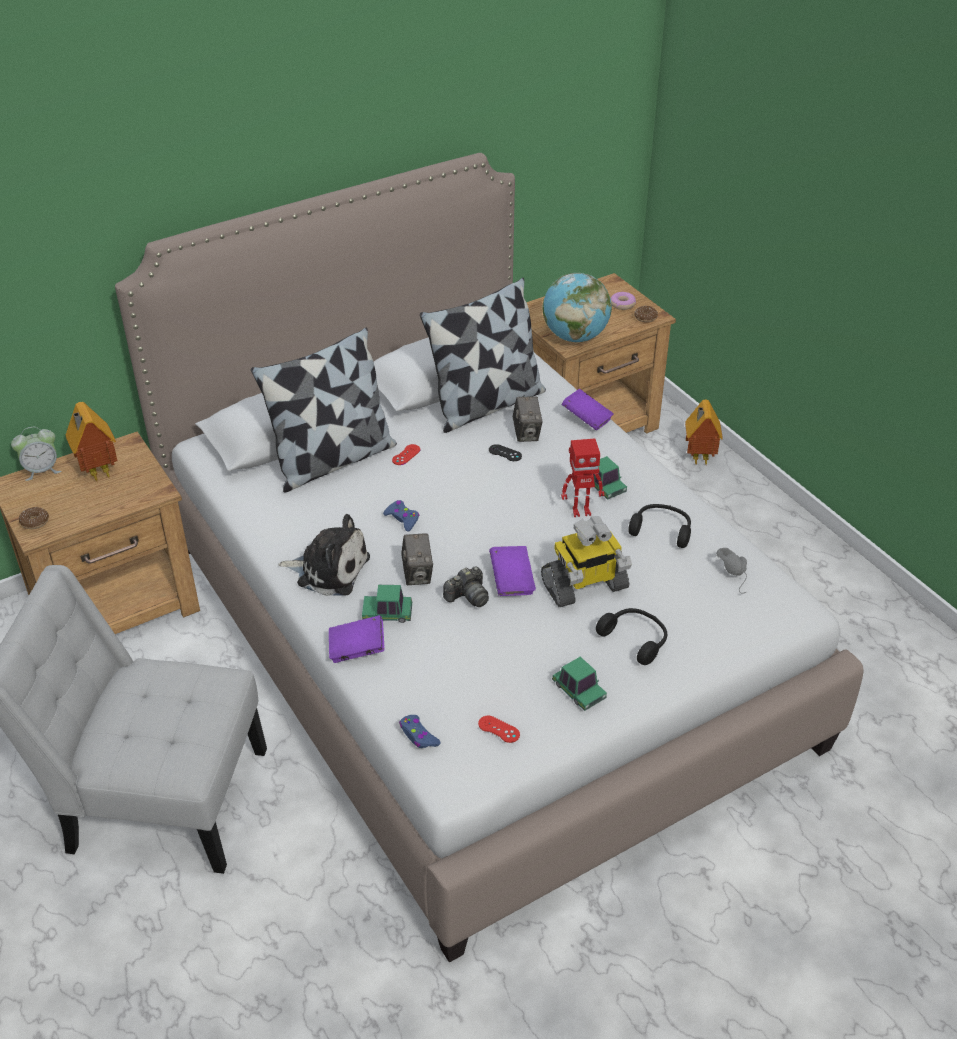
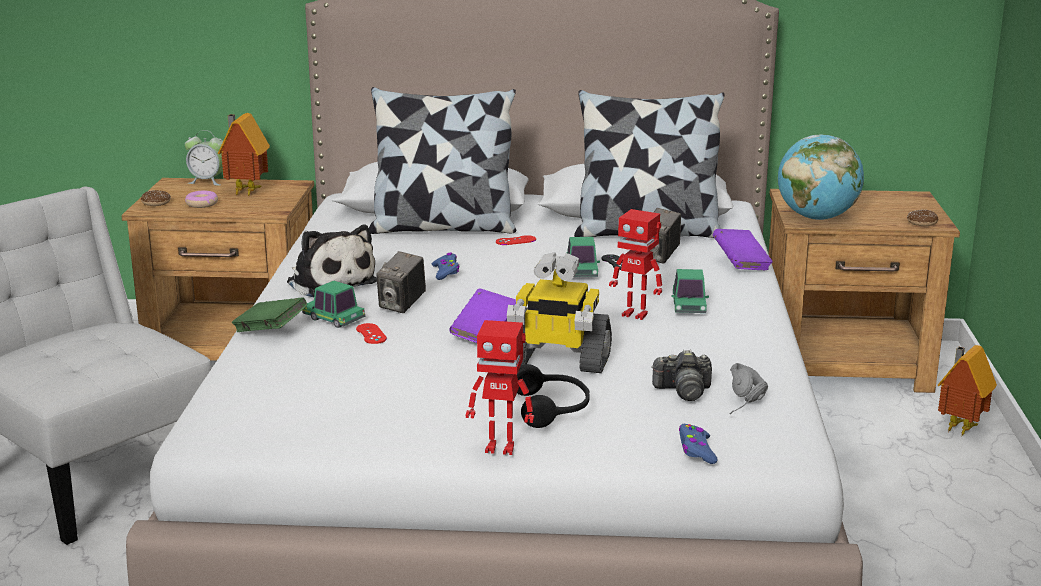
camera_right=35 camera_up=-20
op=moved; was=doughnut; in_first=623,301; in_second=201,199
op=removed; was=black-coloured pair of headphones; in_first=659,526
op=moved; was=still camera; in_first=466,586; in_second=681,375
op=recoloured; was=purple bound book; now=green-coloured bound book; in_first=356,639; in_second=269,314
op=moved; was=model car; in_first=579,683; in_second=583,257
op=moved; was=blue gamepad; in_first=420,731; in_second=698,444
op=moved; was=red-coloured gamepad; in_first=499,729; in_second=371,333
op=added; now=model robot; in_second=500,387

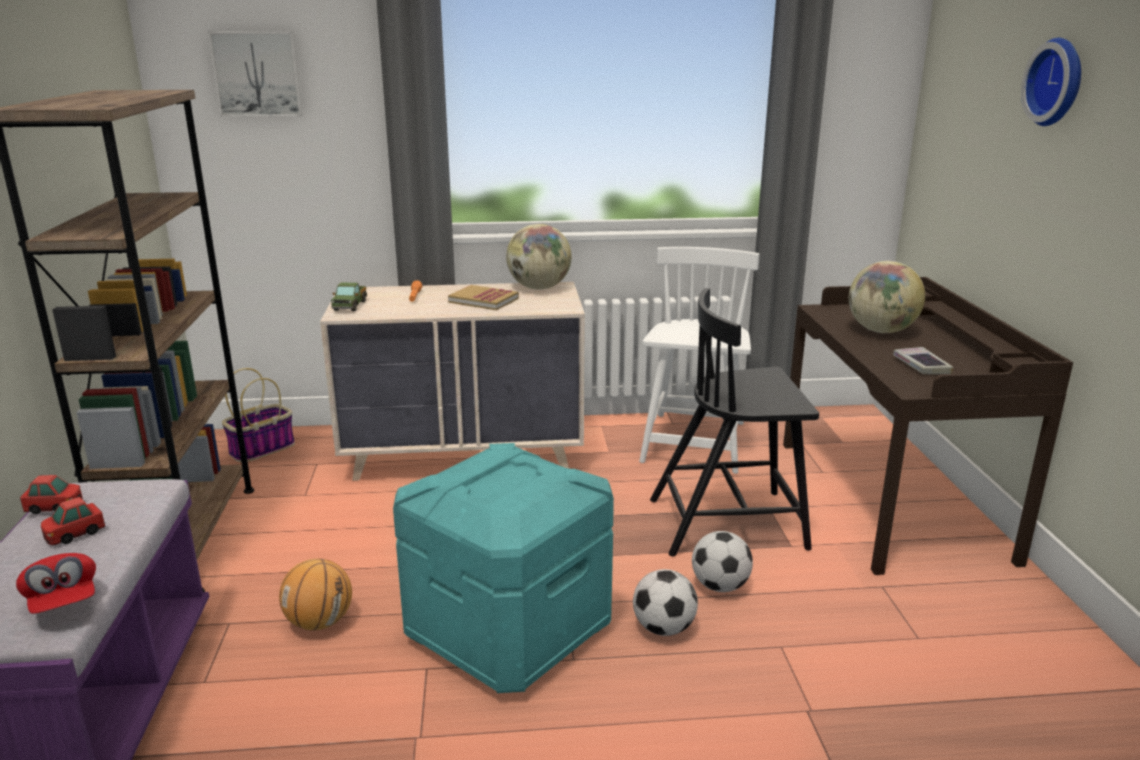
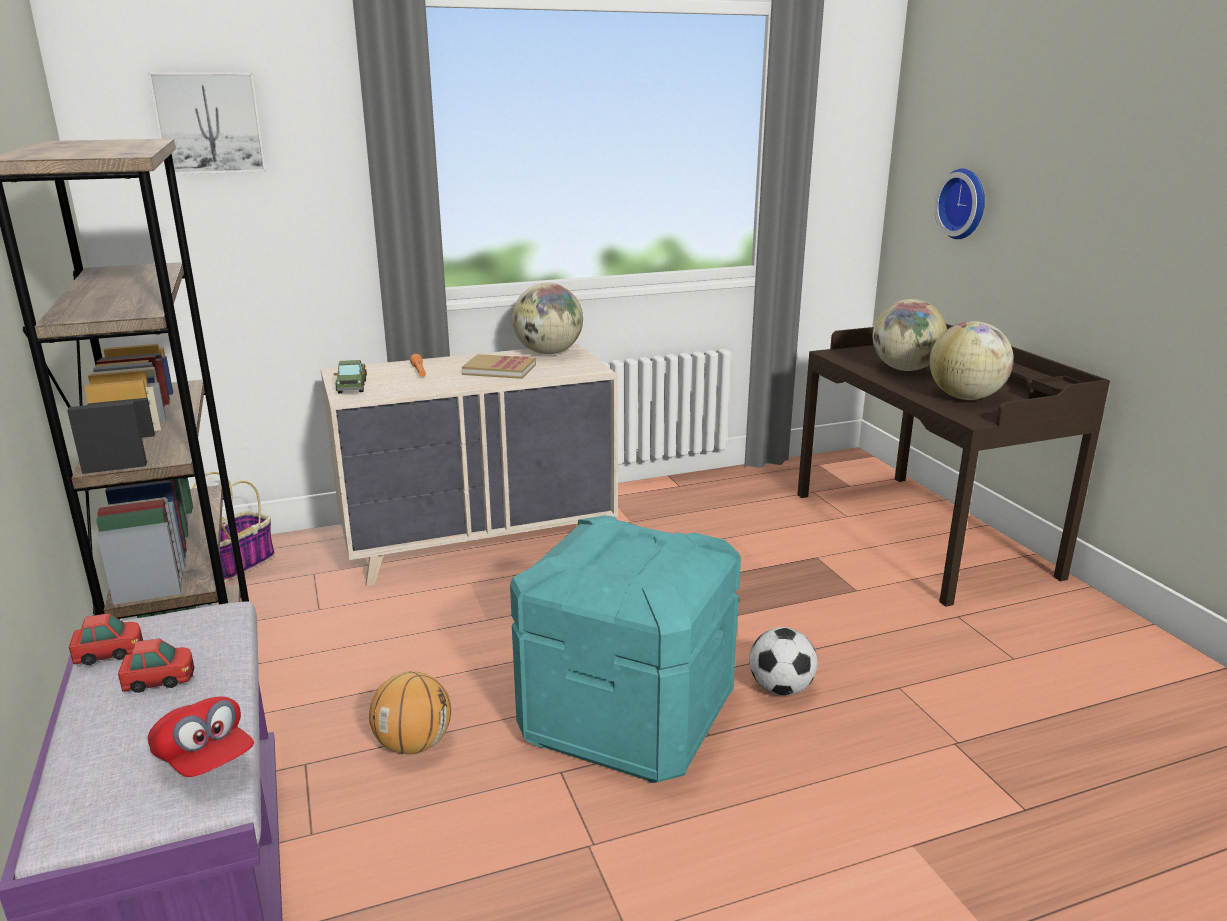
camera_right=-15 camera_up=0
op=moved; was=hanging clock; in_first=1051,82; in_second=959,203
op=removed; was=whitish plain chair; in_first=699,360
op=removed; was=black-coloured plain chair; in_first=734,422
op=replaced; was=bound book; now=world globe; in_first=923,360; in_second=972,360
op=turned; was=model car; in_first=73,521; in_second=156,666; clockwise=-135
op=removed; was=football; in_first=722,561

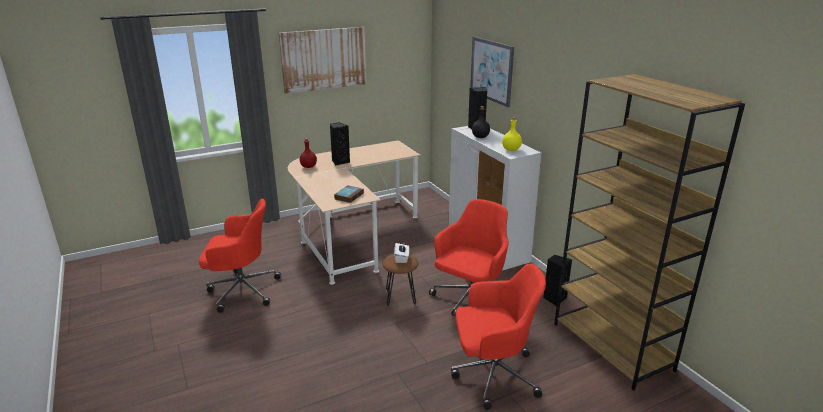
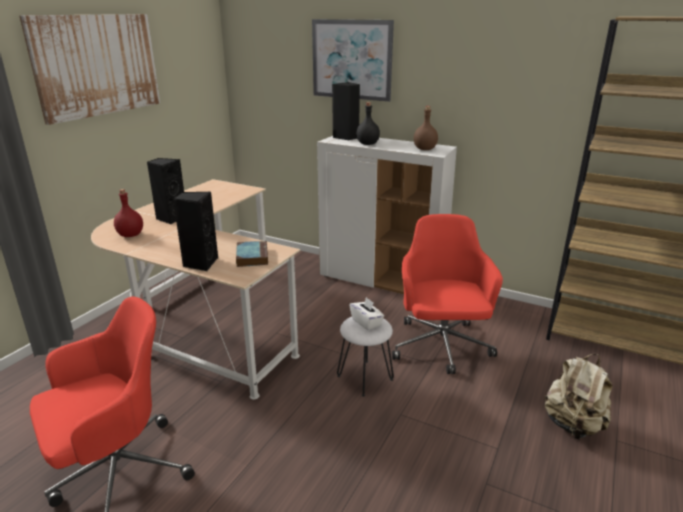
camera_right=-35 camera_up=0
op=recoloured; was=yellow-coloured drink bottle; now=brownish drink bottle; in_first=512,134; in_second=426,128
op=recoloured; was=brownish stool; now=whitish stool; in_first=400,280; in_second=365,357
op=moved; was=black-coloured speaker; in_first=557,280; in_second=195,231
op=replaced; was=red-coloured office chair; now=beige-coloured backpack; in_first=498,337; in_second=578,397

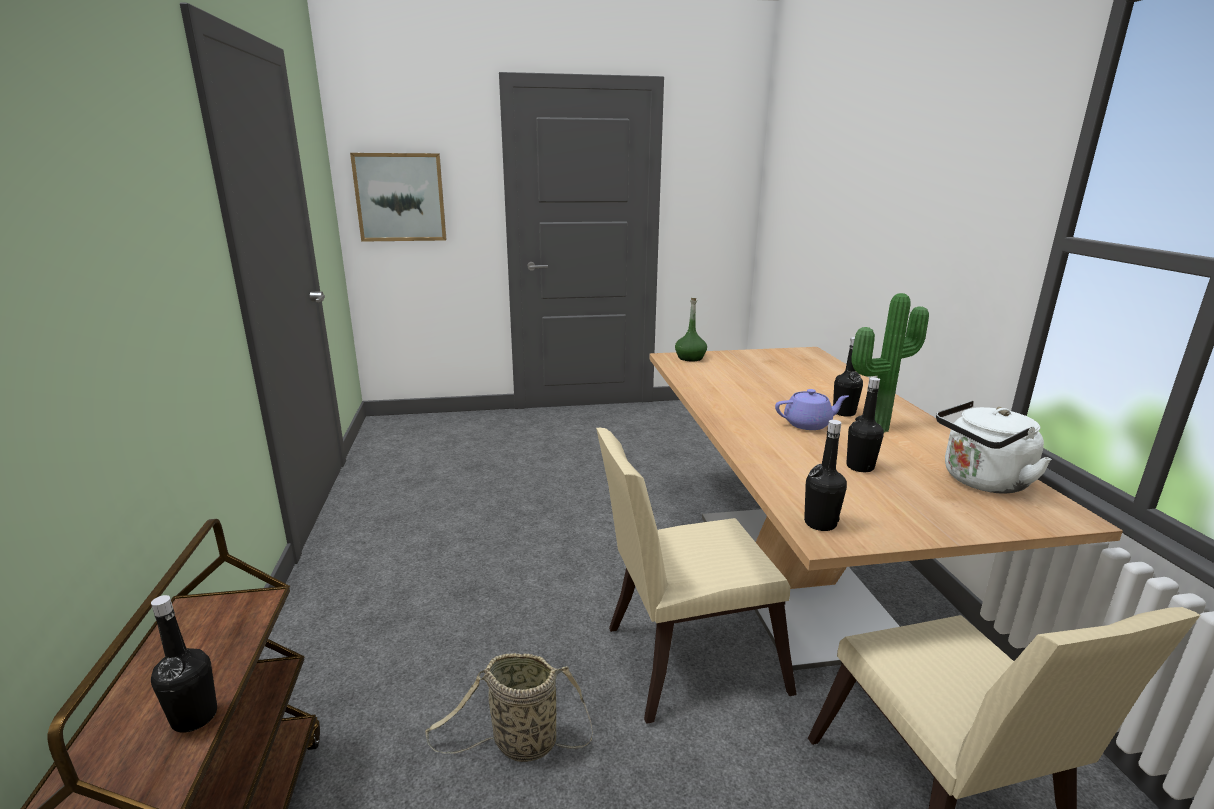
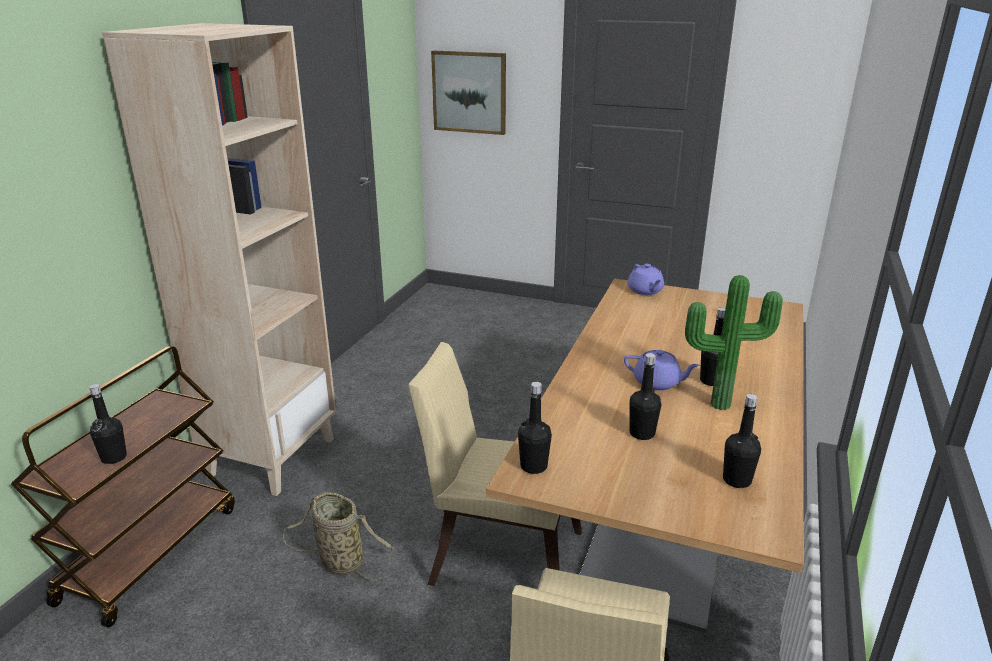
camera_right=30 camera_up=5
op=replaced; was=green-coloured drink bottle; now=purple tea pot; in_first=691,329; in_second=646,279
op=replaced; was=whitish water kettle; now=black-coloured drink bottle; in_first=994,447; in_second=742,441
op=added; now=beige-coloured bookshelf; in_second=219,259

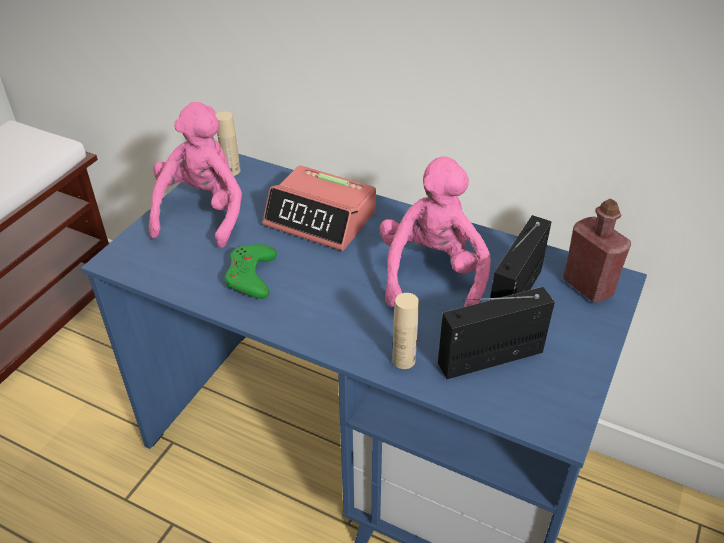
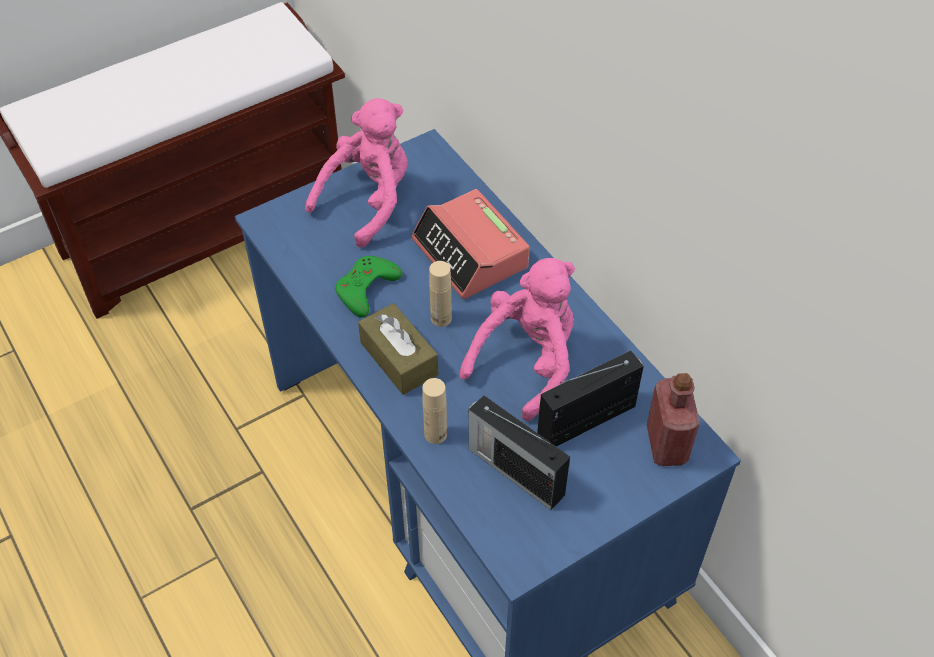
camera_right=30 camera_up=10
op=moved; was=beige-coloured drink bottle; in_first=228,143; in_second=440,294
op=turned; was=radio set; in_first=496,333; in_second=519,452; clockwise=-150
op=added; now=brownish tissue holder; in_second=398,349

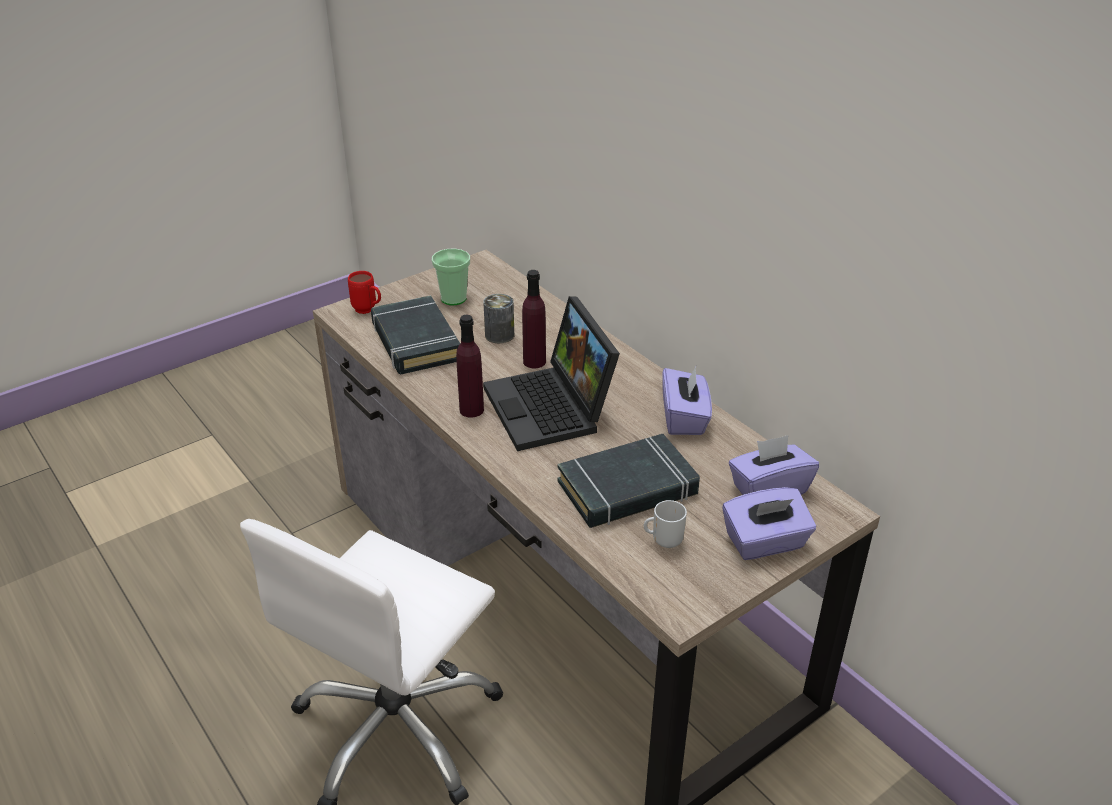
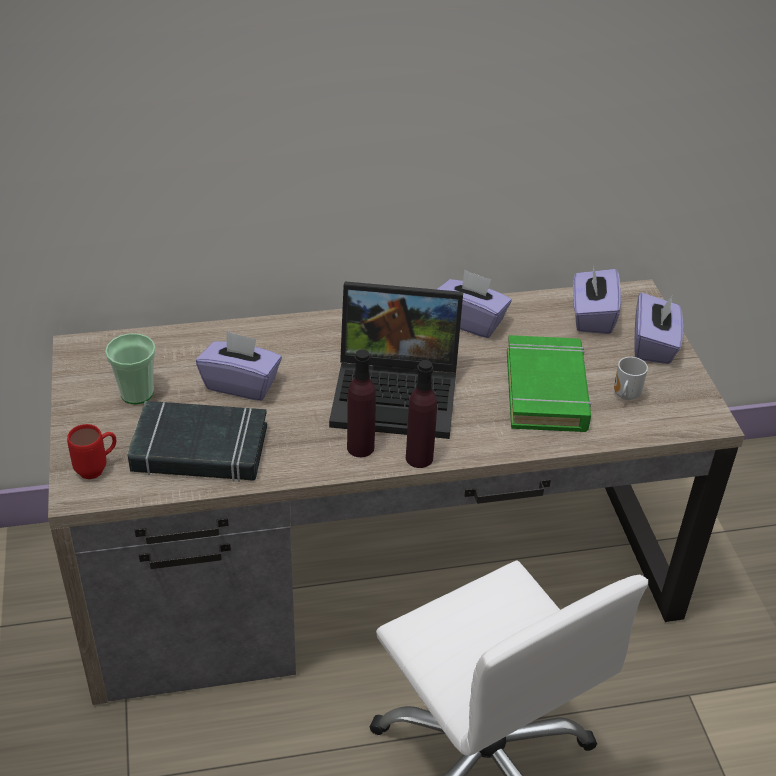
camera_right=-65 camera_up=5
op=moved; was=purple drink bottle; in_first=534,319; in_second=421,414
op=replaced; was=can; now=purple tissue holder; in_first=498,318; in_second=239,366
op=recoloured; was=black-coloured bound book; now=green-coloured bound book; in_first=629,481; in_second=549,383

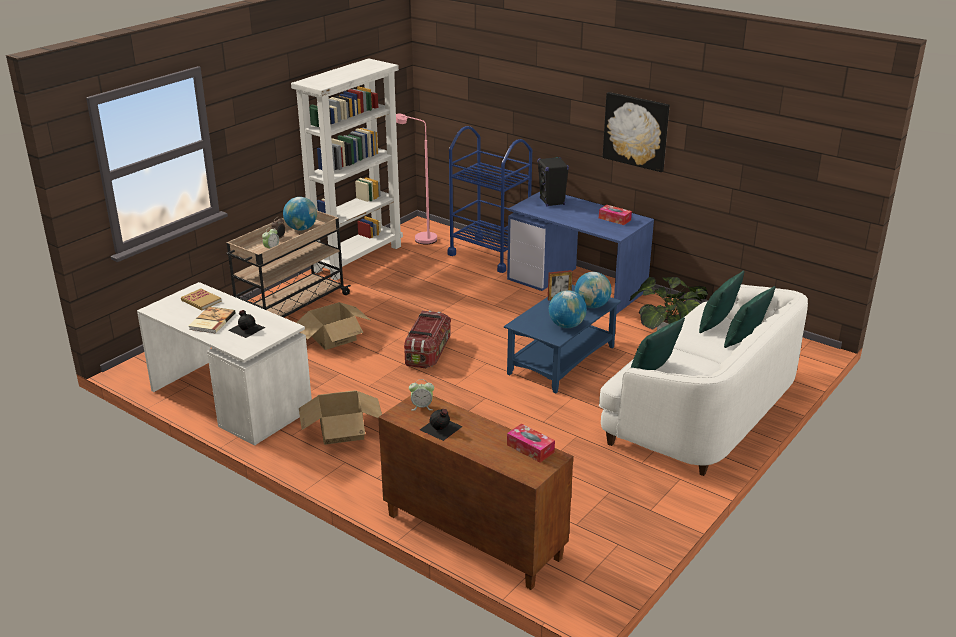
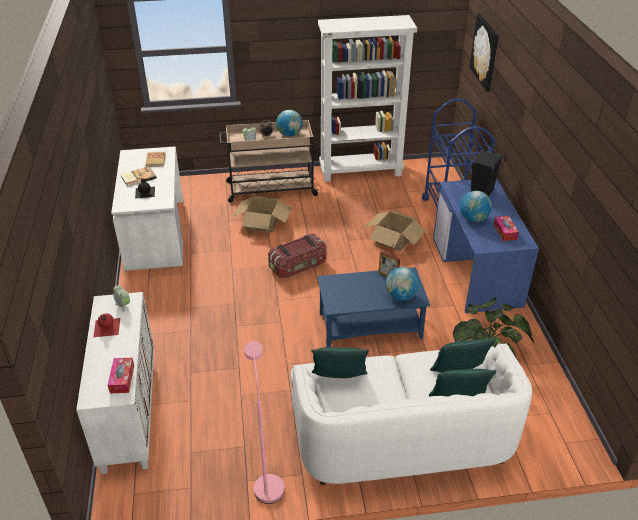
camera_right=45 camera_up=10
op=moved; was=picture; in_first=636,132; in_second=484,53
op=moved; was=pinkish standing lamp; in_first=416,179; in_second=264,422
op=moved; was=world globe; in_first=568,309; in_second=476,206
op=moved; was=packing box; in_first=340,417; in_second=395,231
op=recoloured; was=brownish storage cabinet; now=whitish storage cabinet; in_first=475,492; in_second=115,383
op=recoloured; was=black-coloured drink bottle; now=red-coloured drink bottle; in_first=441,425; in_second=106,325

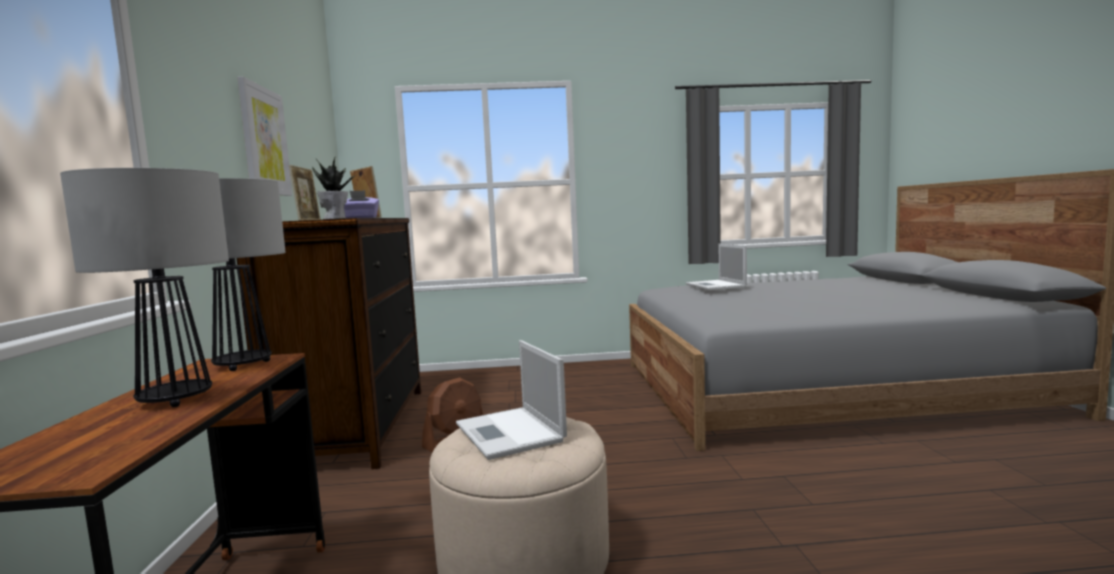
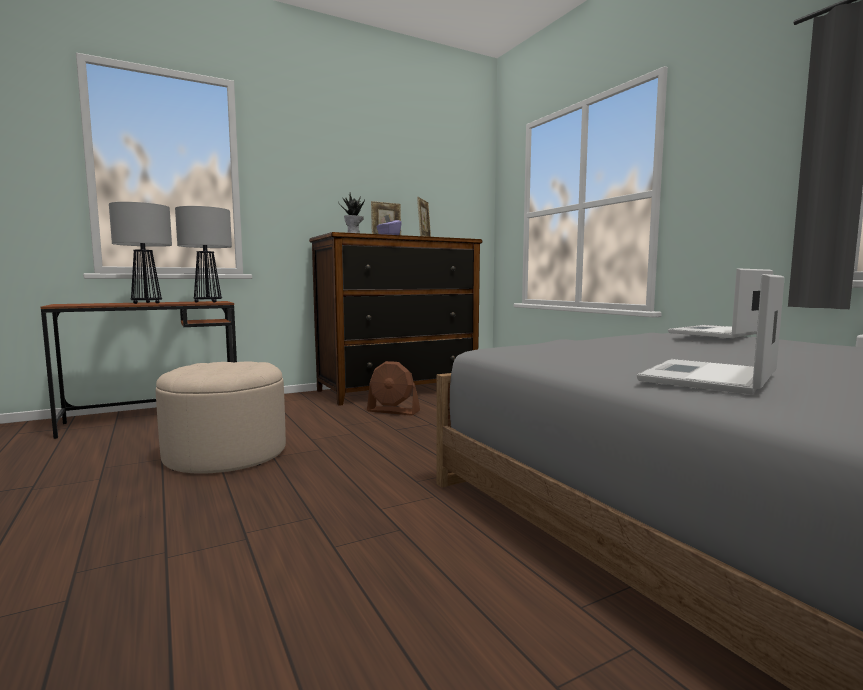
camera_right=65 camera_up=0
op=removed; was=picture; in_first=264,136
op=moved; was=notebook computer; in_first=511,400; in_second=711,334

